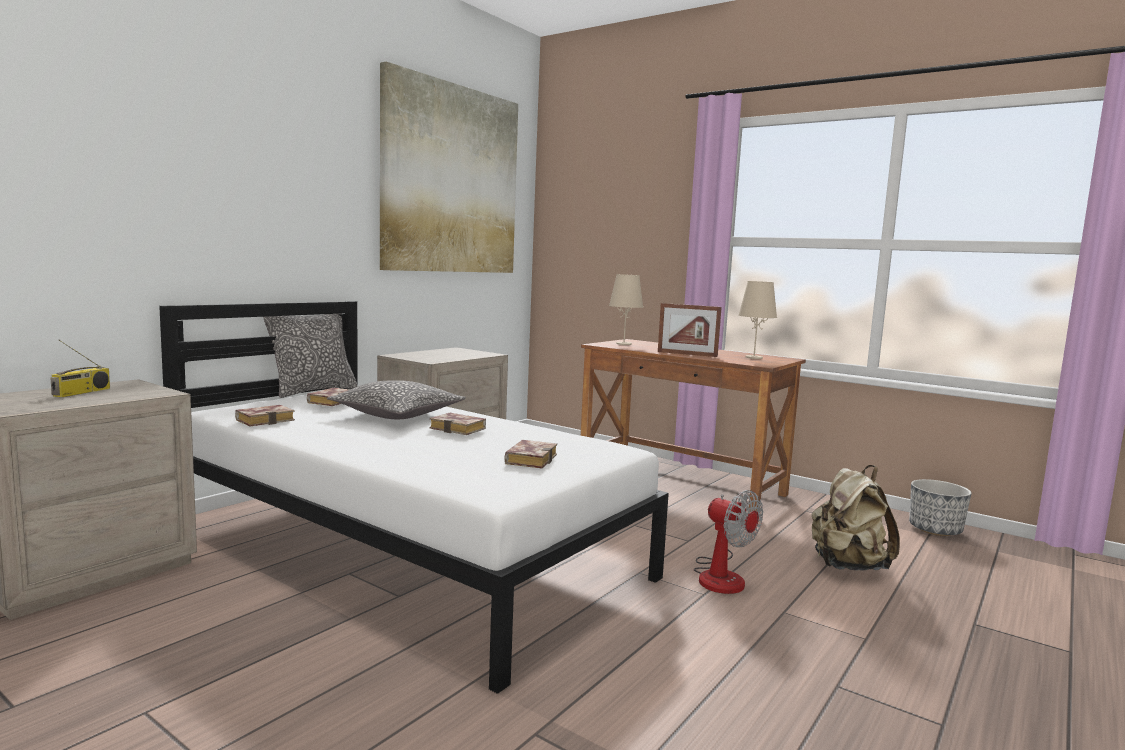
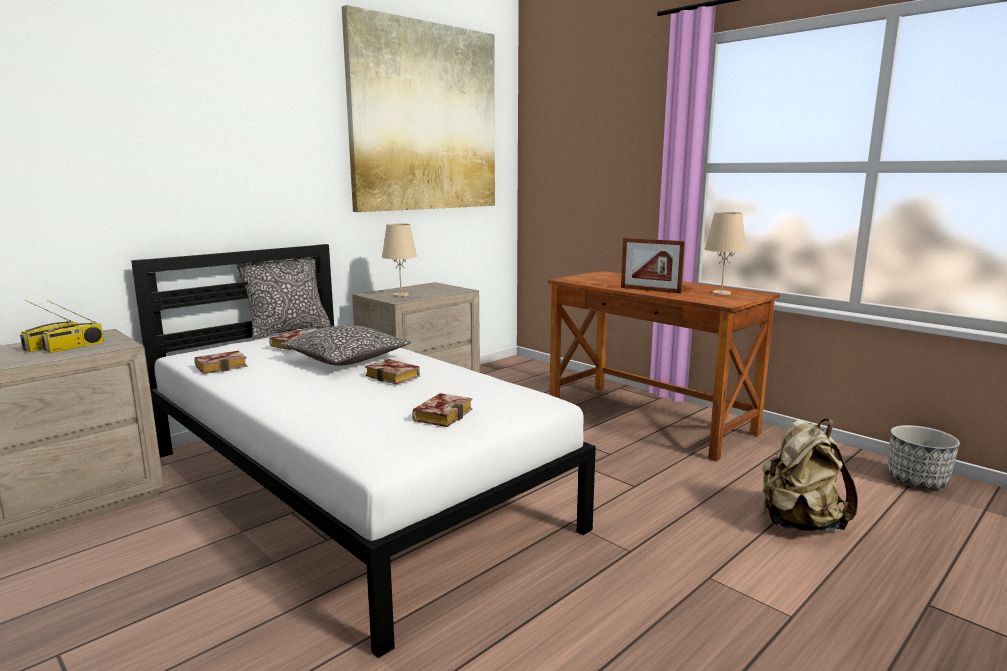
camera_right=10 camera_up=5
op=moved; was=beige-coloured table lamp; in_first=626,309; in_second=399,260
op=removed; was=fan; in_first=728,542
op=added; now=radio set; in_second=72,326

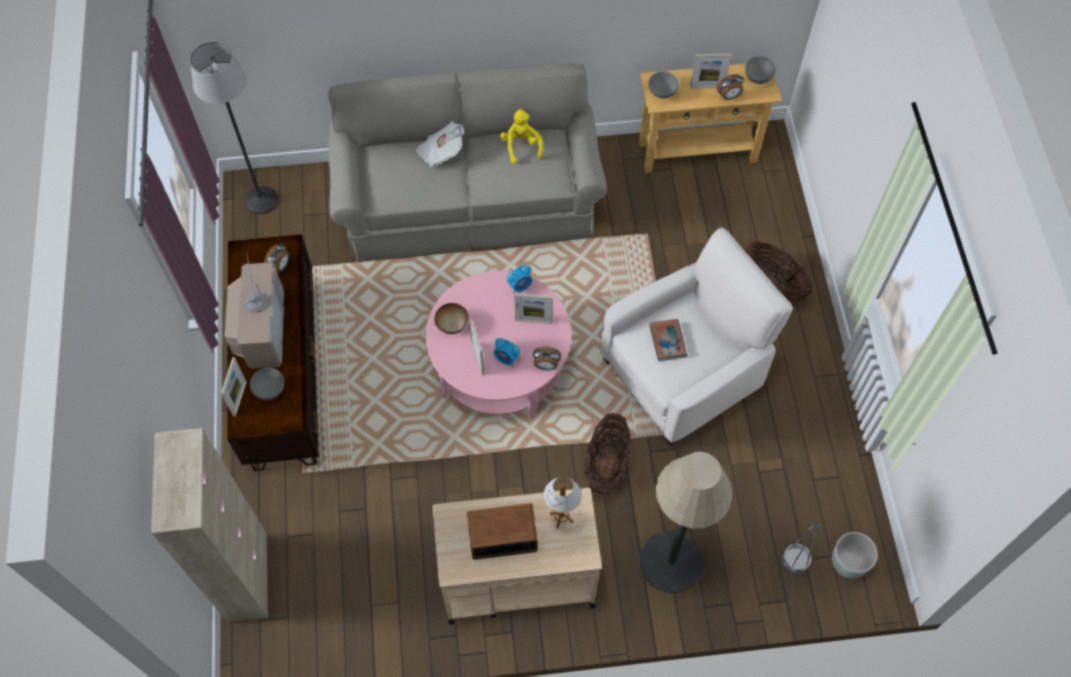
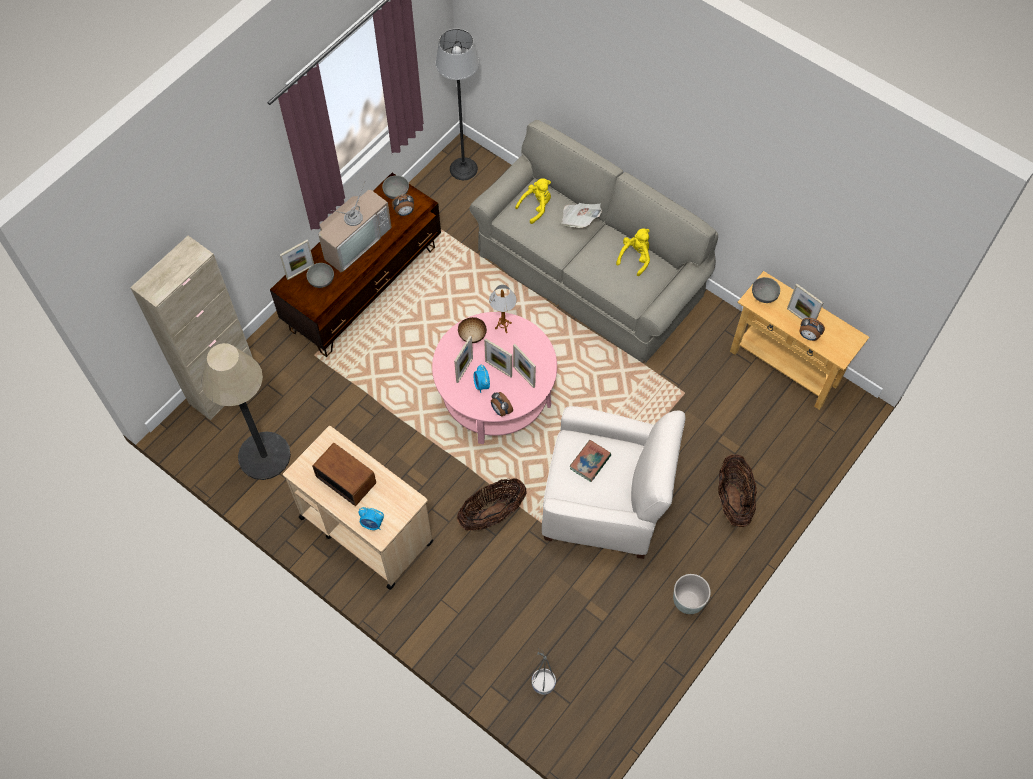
camera_right=45 camera_up=0
op=moved; was=gray bowl; in_first=760,70; in_second=395,187
op=moved; was=bedside clock; in_first=519,279; in_second=371,518
op=moved; was=standing lamp; in_first=686,522; in_second=246,411
op=moved; was=table lamp; in_first=563,503; in_second=503,309
op=moved; was=gray planter; in_first=855,555; in_second=692,594
op=added; now=yellow-coloured plush toy; in_second=533,201
op=added; now=photo frame; in_second=498,357

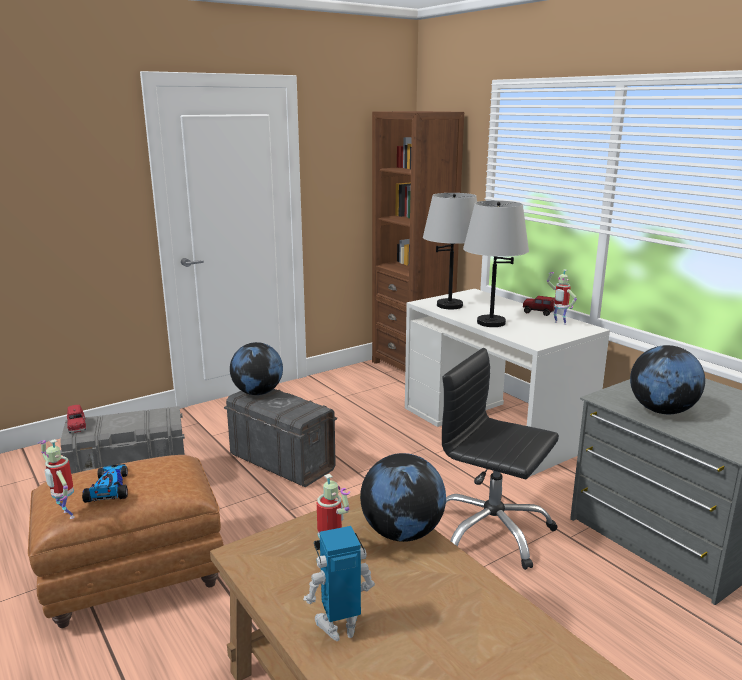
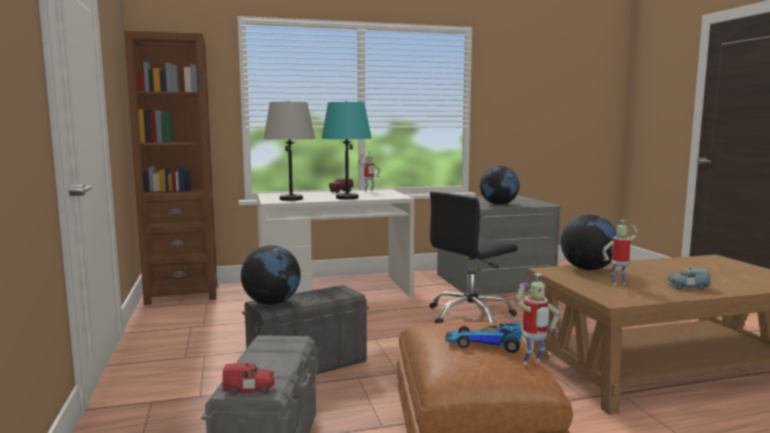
camera_right=-70 camera_up=-10
op=recoloured; was=gray table lamp; now=turquoise table lamp; in_first=496,263; in_second=346,150
op=replaced; was=model robot; now=blue model car; in_first=339,583; in_second=689,279

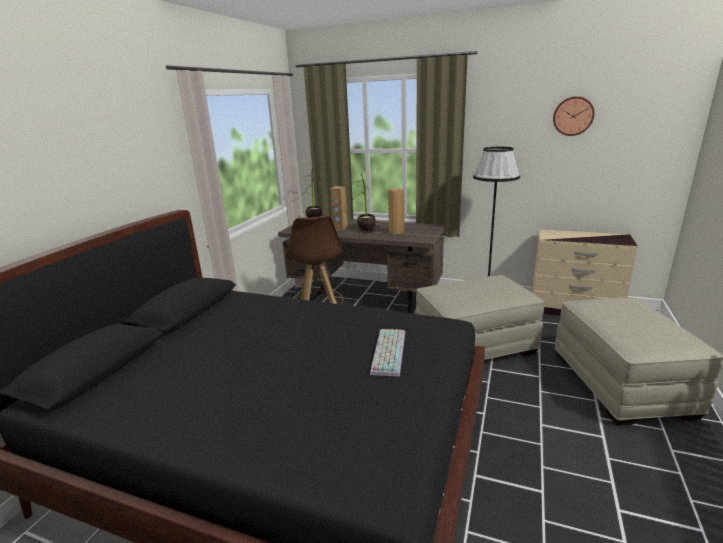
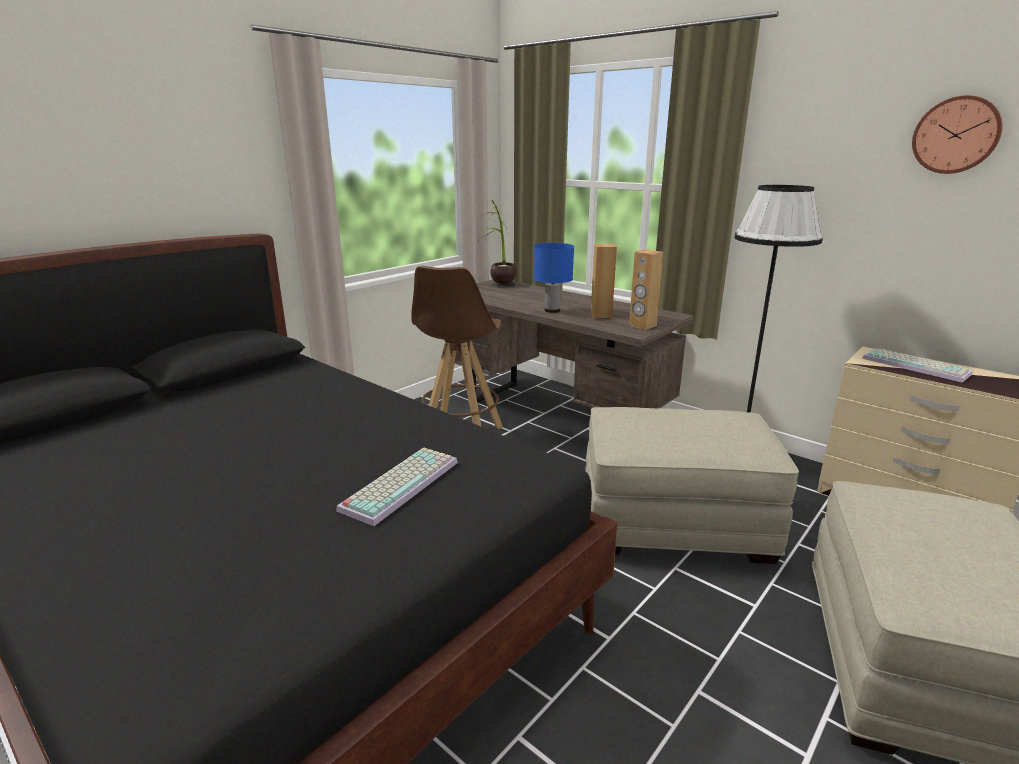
camera_right=20 camera_up=0
op=replaced; was=plant in a pot; now=blue table lamp; in_first=363,203; in_second=554,278
op=moved; was=brownish speaker; in_first=339,208; in_second=646,289
op=added; now=PC keyboard; in_second=917,365

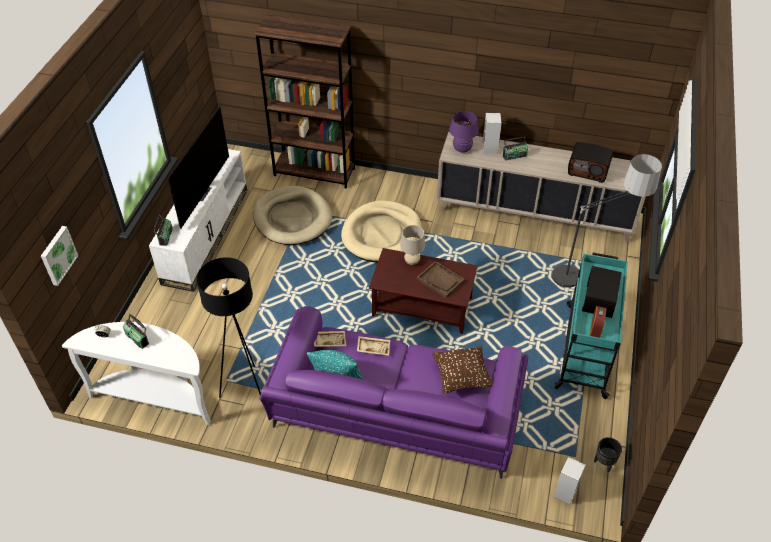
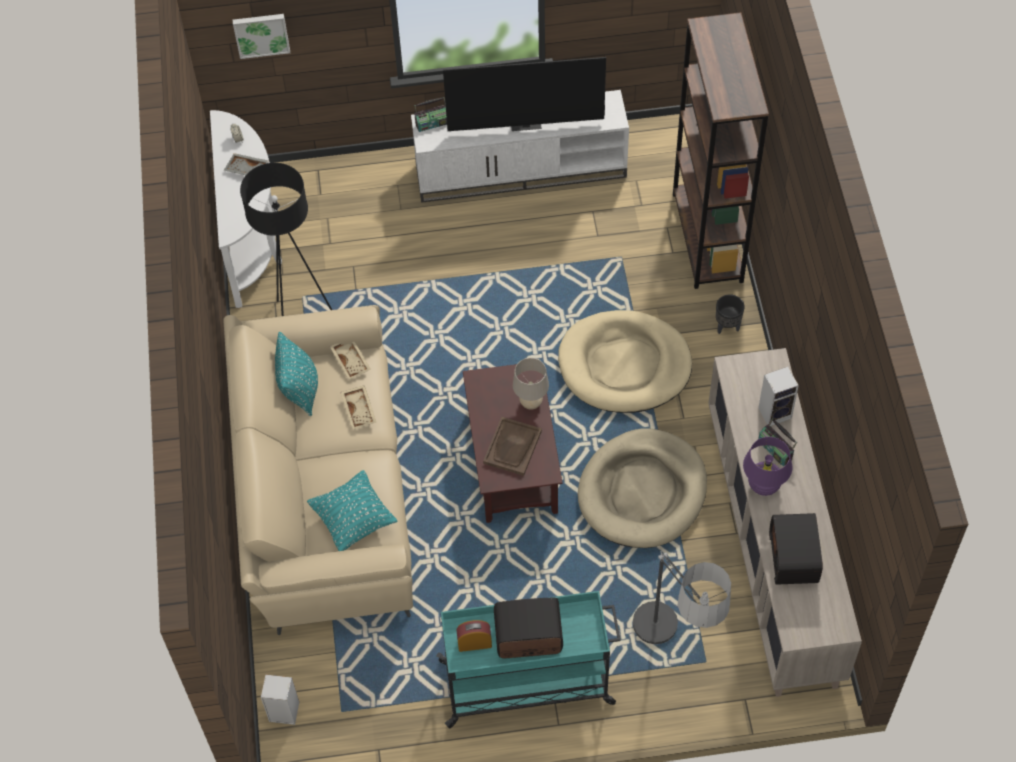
camera_right=70 camera_up=10
op=moved; was=purple table lamp; in_first=464,132; in_second=768,466
op=moved; was=beige-coloured dog cushion; in_first=292,215; in_second=642,488
op=recoloured; was=purple settee; now=beige-coloured settee; in_first=393,392; in_second=318,470
op=replaced; was=radio set; now=gray tray; in_first=136,331; in_second=246,164
op=recoloured; was=brownish pillow; now=turquoise pillow; in_first=462,369; in_second=352,510
op=moved; was=black-coloured planter; in_first=608,454; in_second=730,314

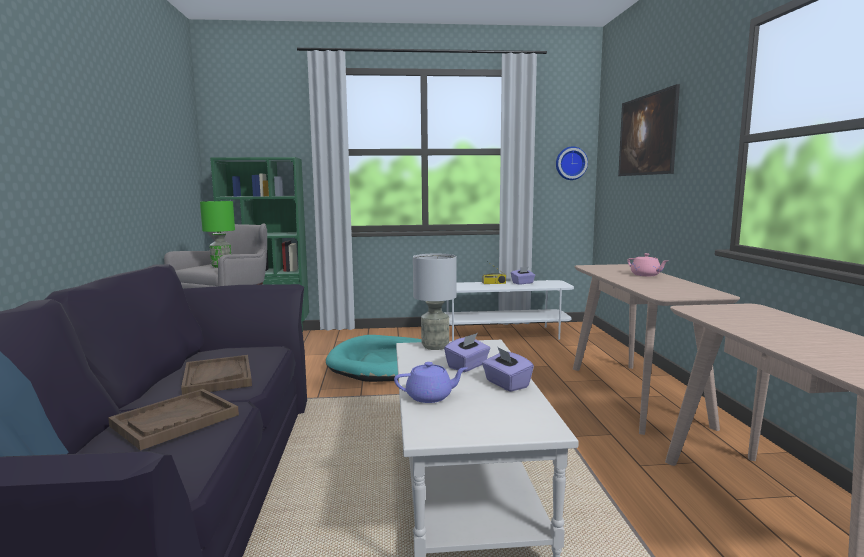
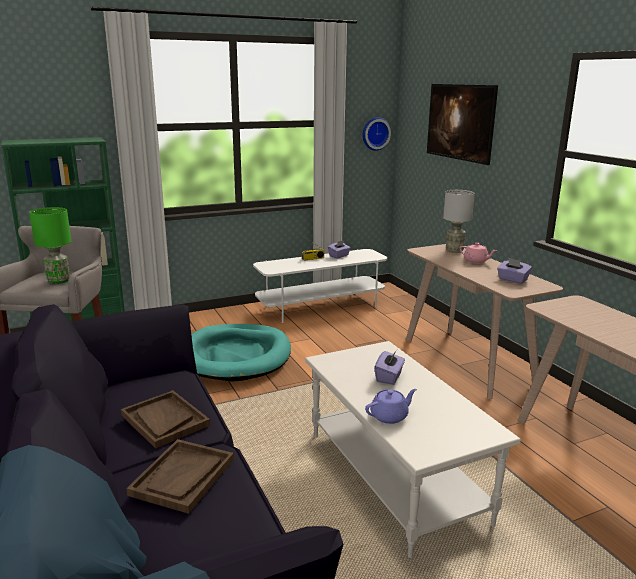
camera_right=-20 camera_up=10
op=moved; was=gray table lamp; in_first=435,302; in_second=459,221
op=moved; was=purple tissue holder; in_first=508,369; in_second=514,271

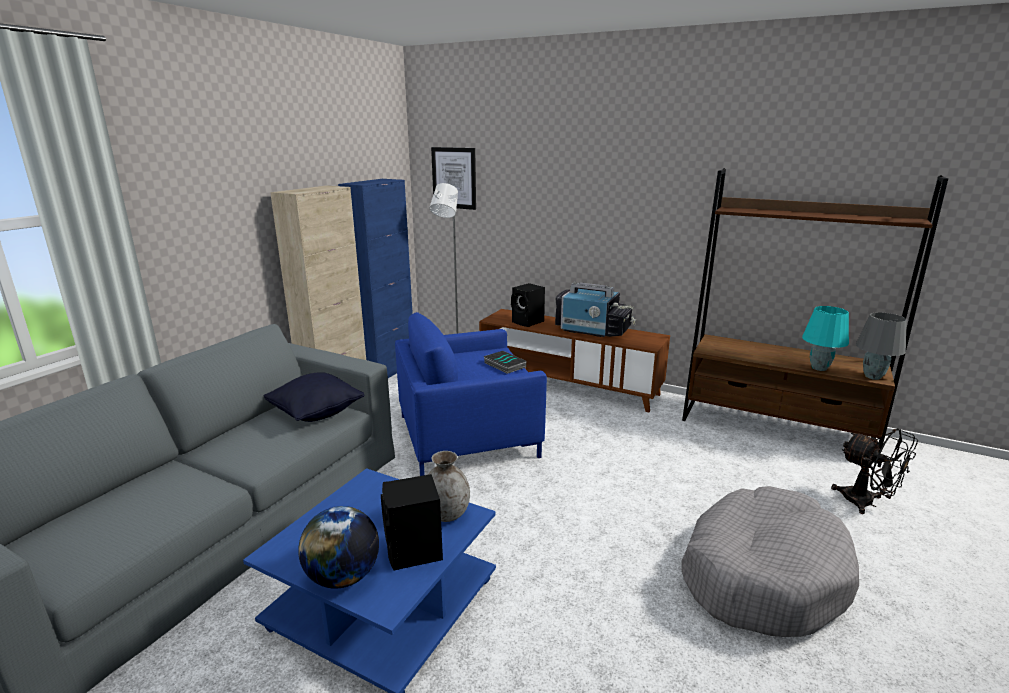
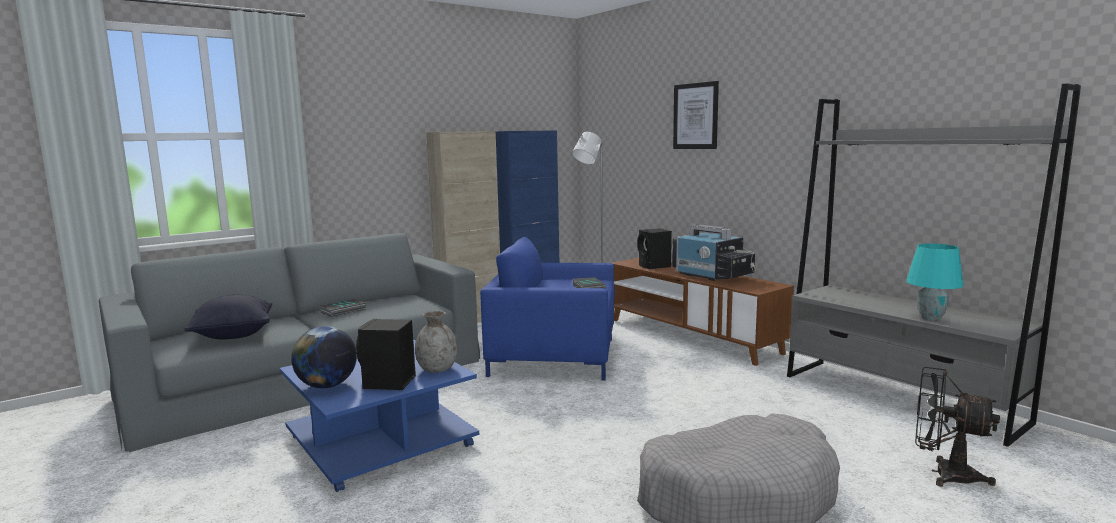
camera_right=25 camera_up=-10
op=moved; was=picture; in_first=453,178; in_second=696,115
op=recoloured; was=brownish bookshelf; now=gray bookshelf; in_first=815,316; in_second=934,265
op=removed; was=gray table lamp; in_first=881,346
op=moved; was=black-coloured pillow; in_first=314,397; in_second=228,317
op=turned; was=black-coloured fan; in_first=874,471; in_second=957,426; clockwise=135
op=added; now=bound book; in_second=343,308

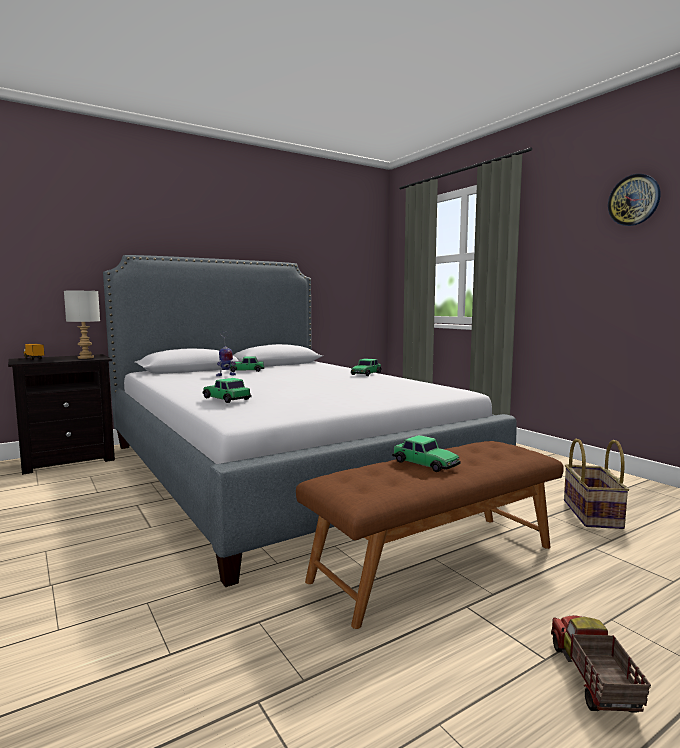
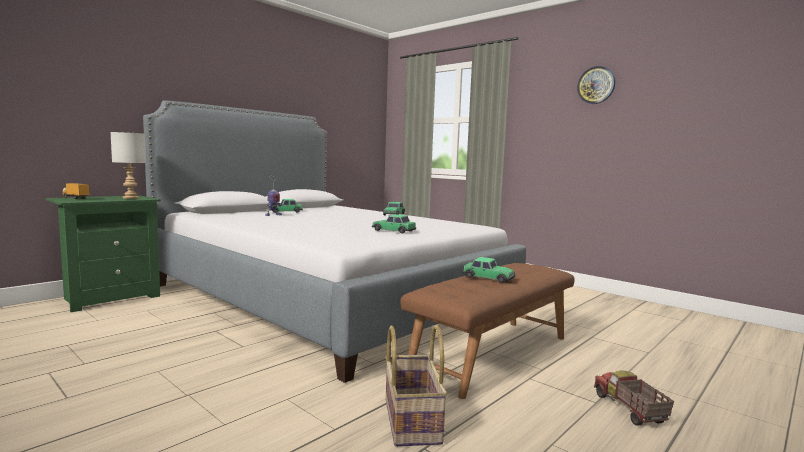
camera_right=-15 camera_up=0
op=recoloured; was=black-coloured bedside table; now=green-coloured bedside table; in_first=61,414; in_second=103,253
op=moved; was=model car; in_first=227,390; in_second=394,224
op=moved; was=basket; in_first=596,483; in_second=416,386

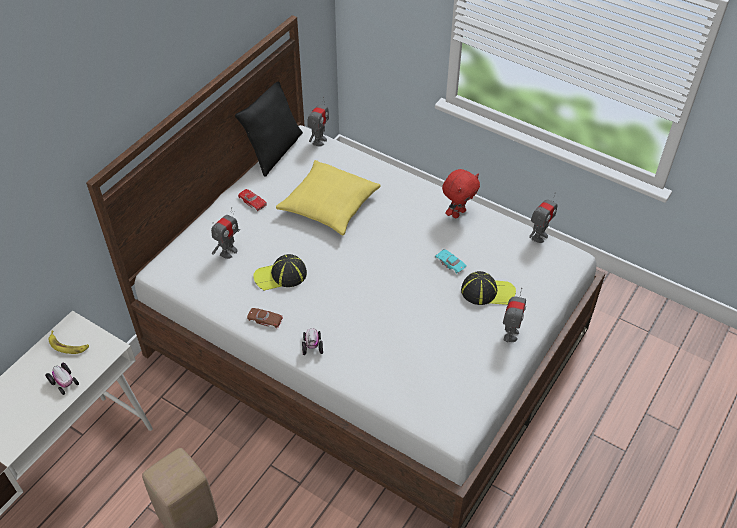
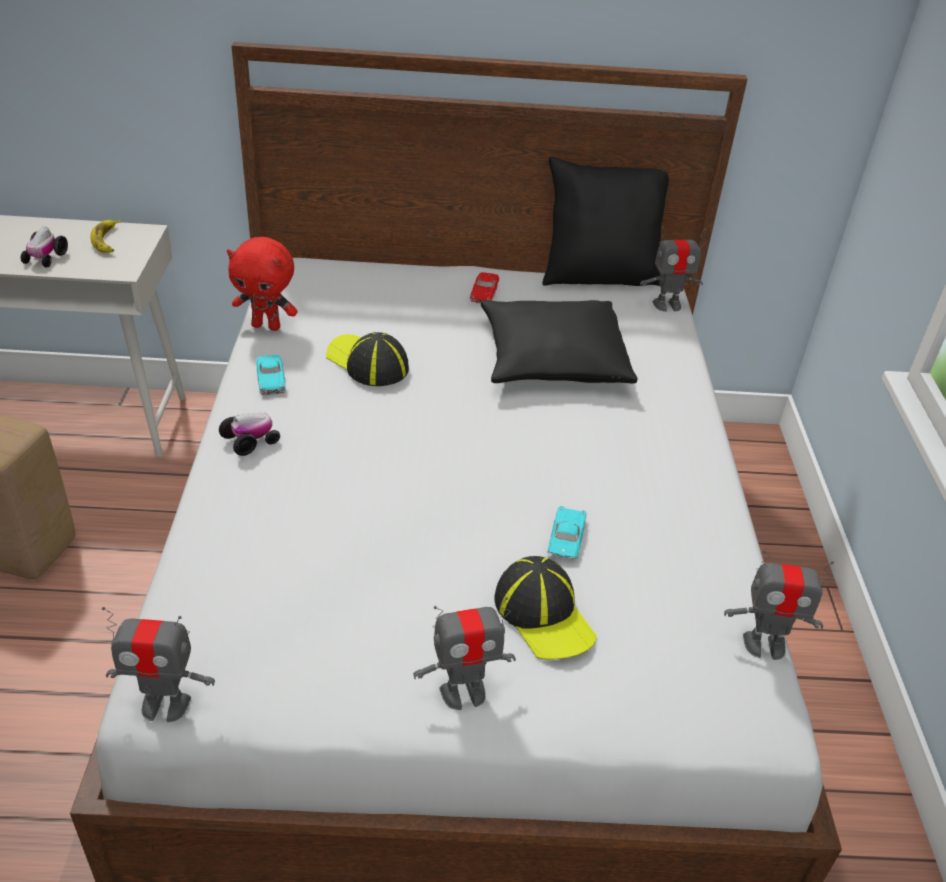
camera_right=55 camera_up=-10
op=recoloured; was=yellow-coloured pillow; now=black-coloured pillow; in_first=328,198; in_second=559,341
op=moved; was=red-coloured plush toy; in_first=461,193; in_second=262,284
op=moved; was=model robot; in_first=225,233; in_second=158,664
op=recoloured; was=brownish model car; now=turquoise model car; in_first=265,318; in_second=271,375

